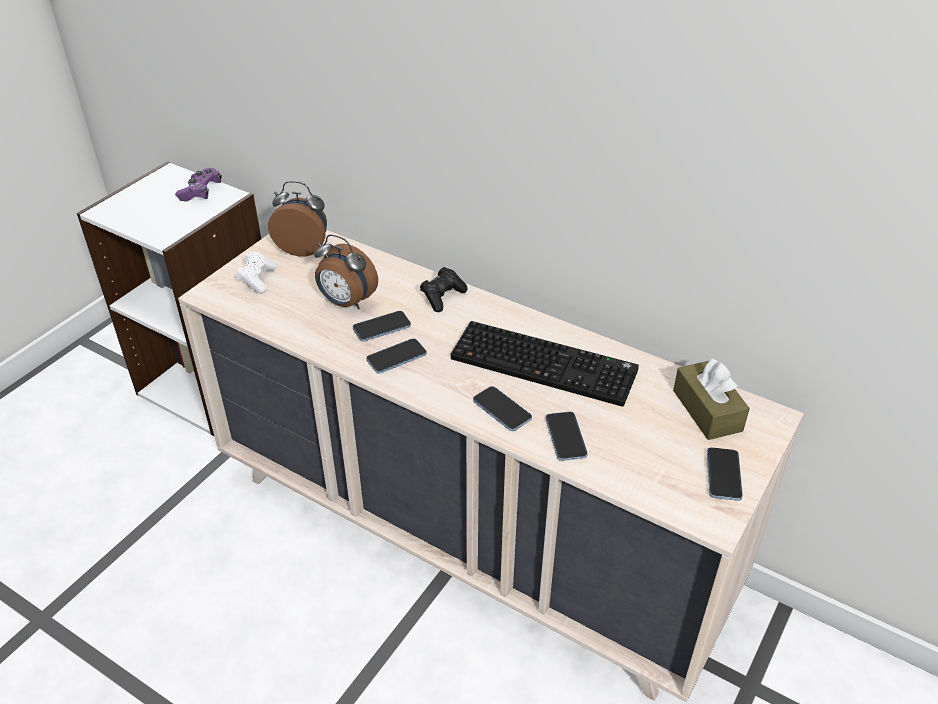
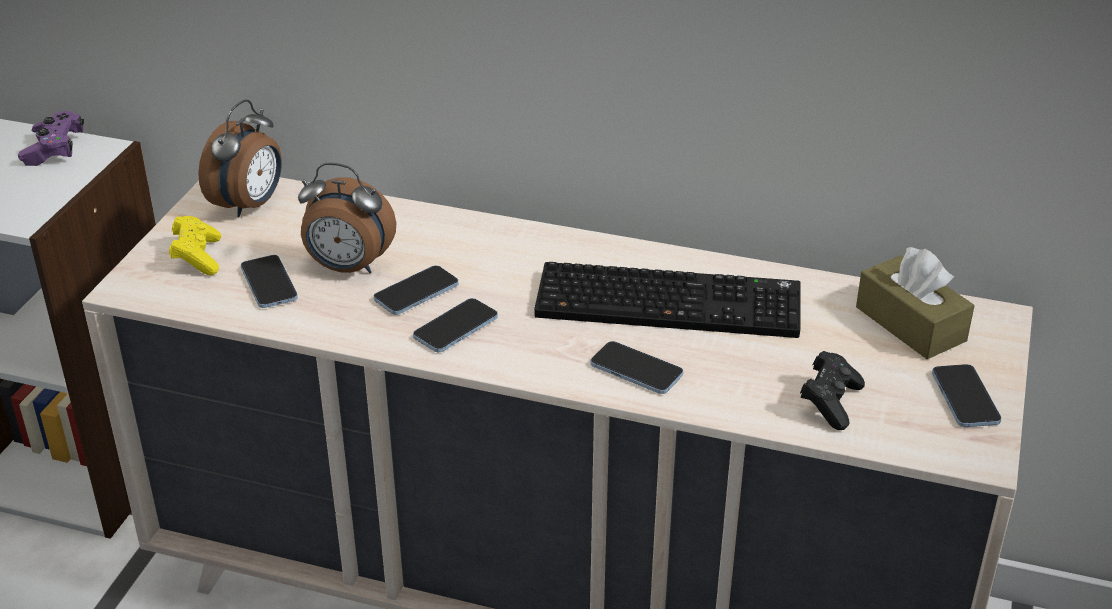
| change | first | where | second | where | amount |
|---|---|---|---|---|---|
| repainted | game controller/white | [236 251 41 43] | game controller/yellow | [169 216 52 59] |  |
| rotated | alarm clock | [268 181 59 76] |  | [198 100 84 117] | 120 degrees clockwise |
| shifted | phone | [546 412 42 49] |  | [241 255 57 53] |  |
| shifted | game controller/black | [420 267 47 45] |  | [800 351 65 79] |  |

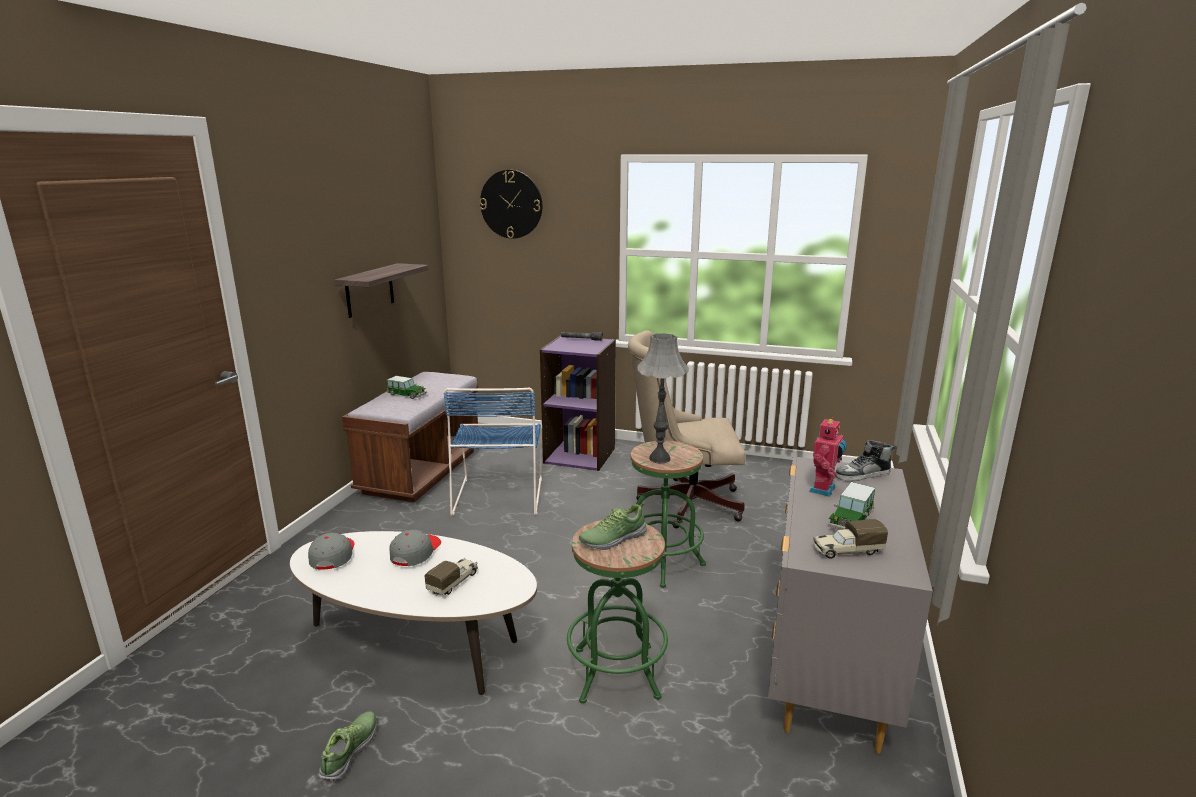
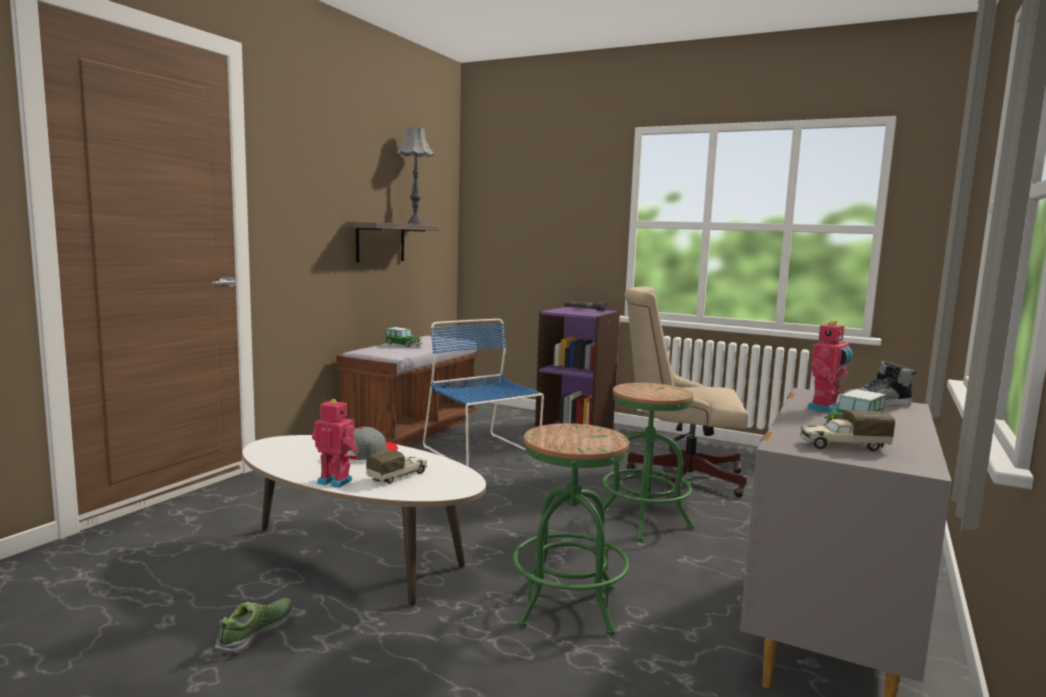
| change | first | where | second | where | amount |
|---|---|---|---|---|---|
| new |  |  | toy robot | [312 399 47 89] |  |
| shifted | table lamp/grey | [637 333 52 131] |  | [397 127 37 98] |  |
| rotated | chair/blue | [444 388 98 128] |  | [423 319 121 148] | 135 degrees clockwise |
| gone | cap/grey | [308 533 46 36] |  |  |  |
| gone | wall clock | [480 170 62 69] |  |  |  |
| gone | shoe | [579 503 68 47] |  |  |  |

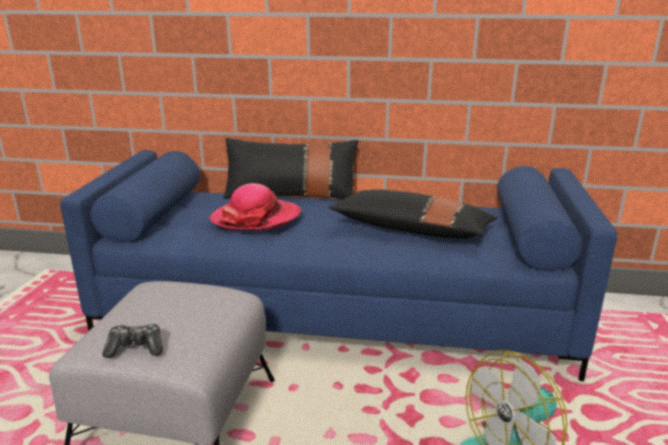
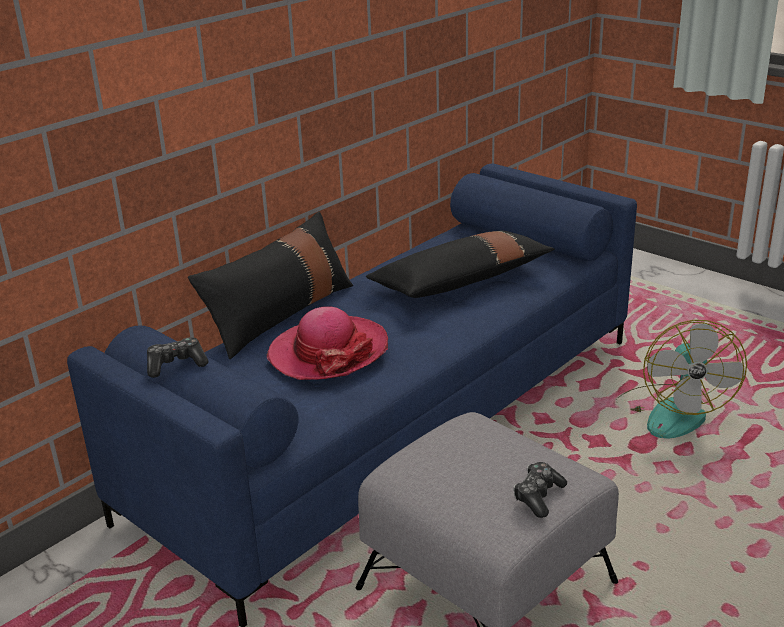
| change | first | where | second | where | amount |
|---|---|---|---|---|---|
| new |  |  | game controller | [147 337 62 41] |  |

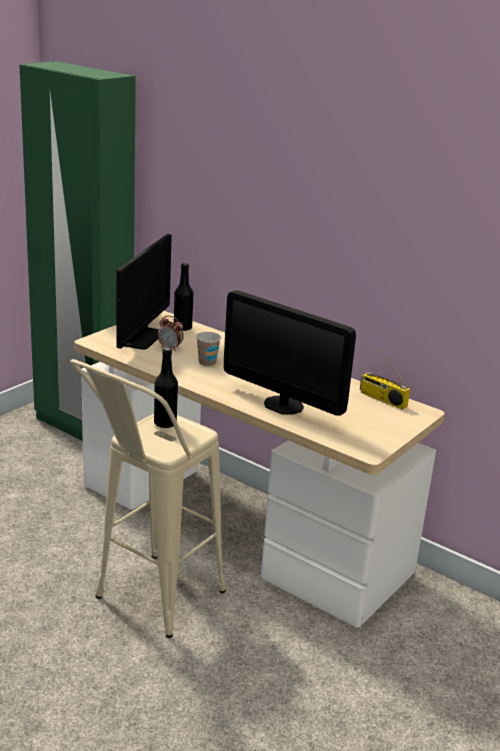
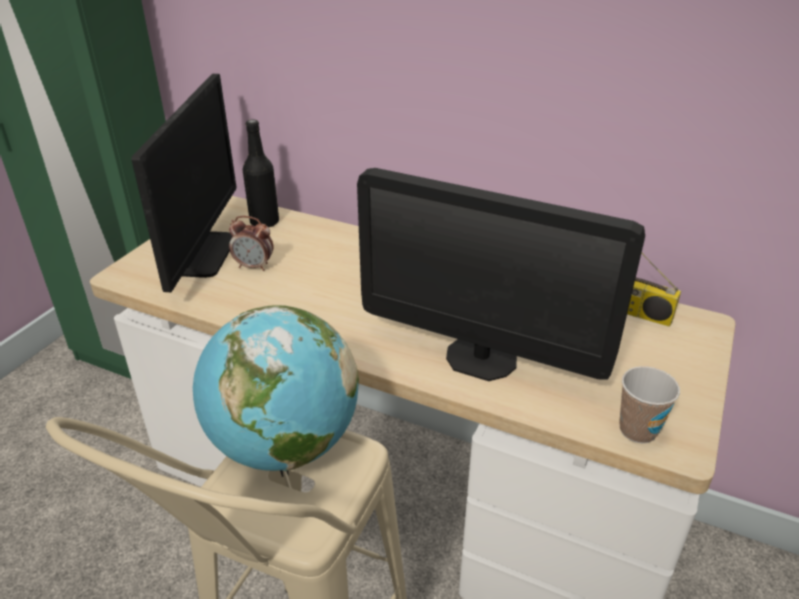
| change | first | where | second | where | amount |
|---|---|---|---|---|---|
| swapped | bottle/black | [154 347 24 81] | globe | [193 305 166 166] |  |
| shifted | cup | [196 332 25 34] |  | [619 366 61 77] |  |

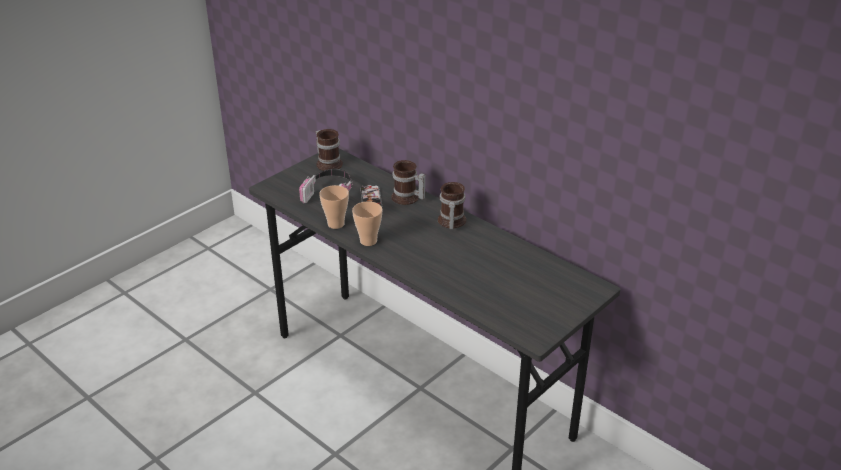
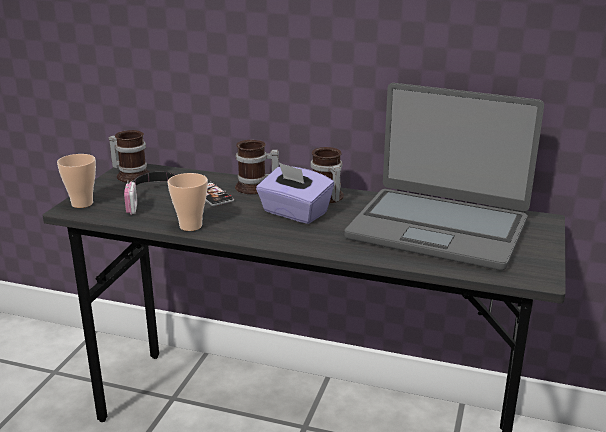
| change | first | where | second | where | amount |
|---|---|---|---|---|---|
| shifted | cup | [352 201 31 45] |  | [57 154 39 54] |  |
| new |  |  | tissue box/purple | [256 163 78 61] |  |
| new |  |  | laptop | [344 83 200 188] |  |

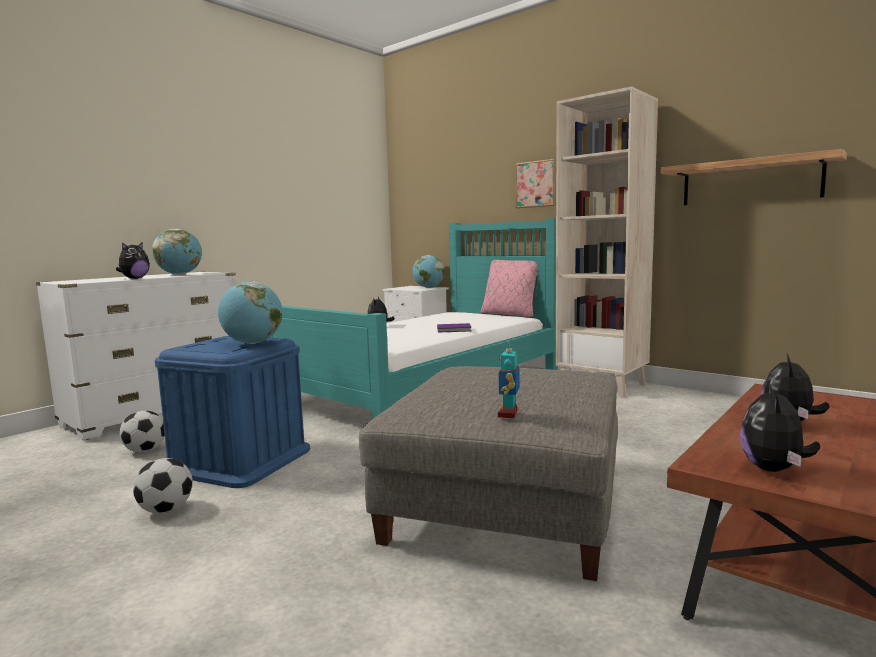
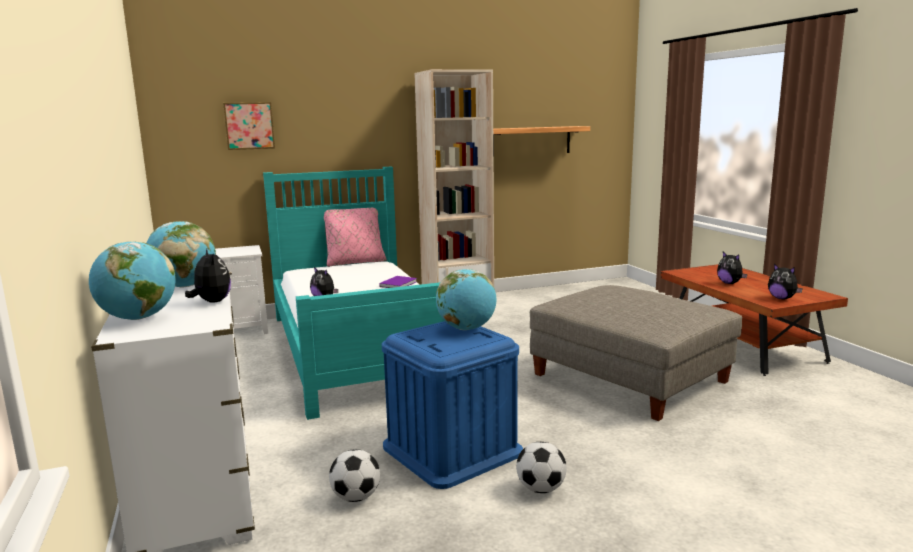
| change | first | where | second | where | amount |
|---|---|---|---|---|---|
| shifted | globe | [412 255 33 33] |  | [89 241 86 79] |  |
| shifted | picture | [515 159 41 49] |  | [223 102 52 48] |  |
| gone | toy robot | [498 342 21 76] |  |  |  |

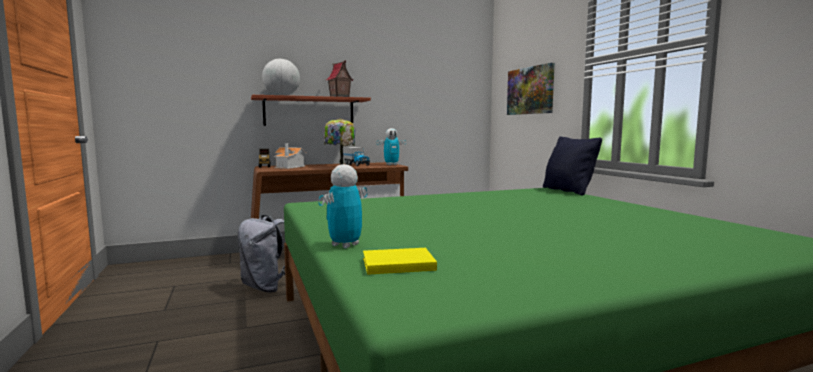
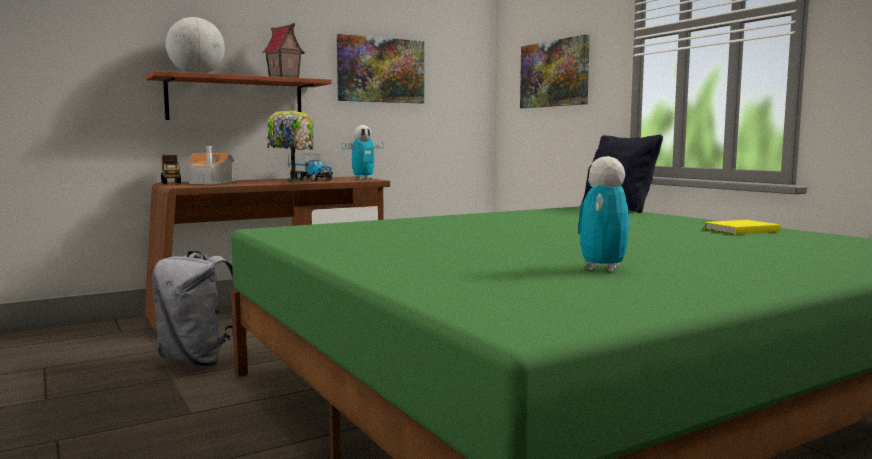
| change | first | where | second | where | amount |
|---|---|---|---|---|---|
| new |  |  | picture | [337 34 87 69] |  |
| shifted | toy robot | [318 164 49 84] |  | [578 156 51 116] |  |
| shifted | book/yellow | [363 248 74 27] |  | [704 220 77 15] |  |

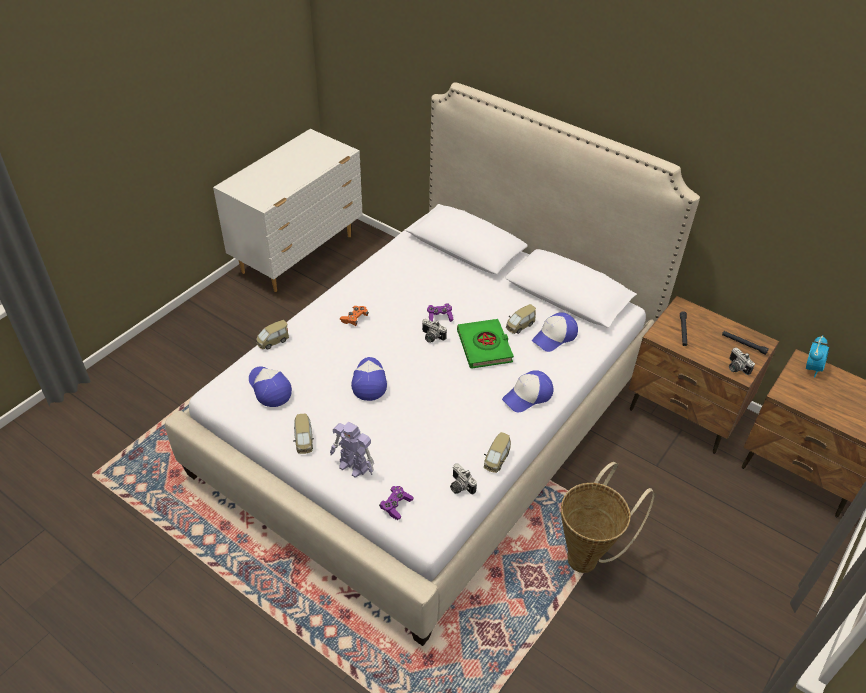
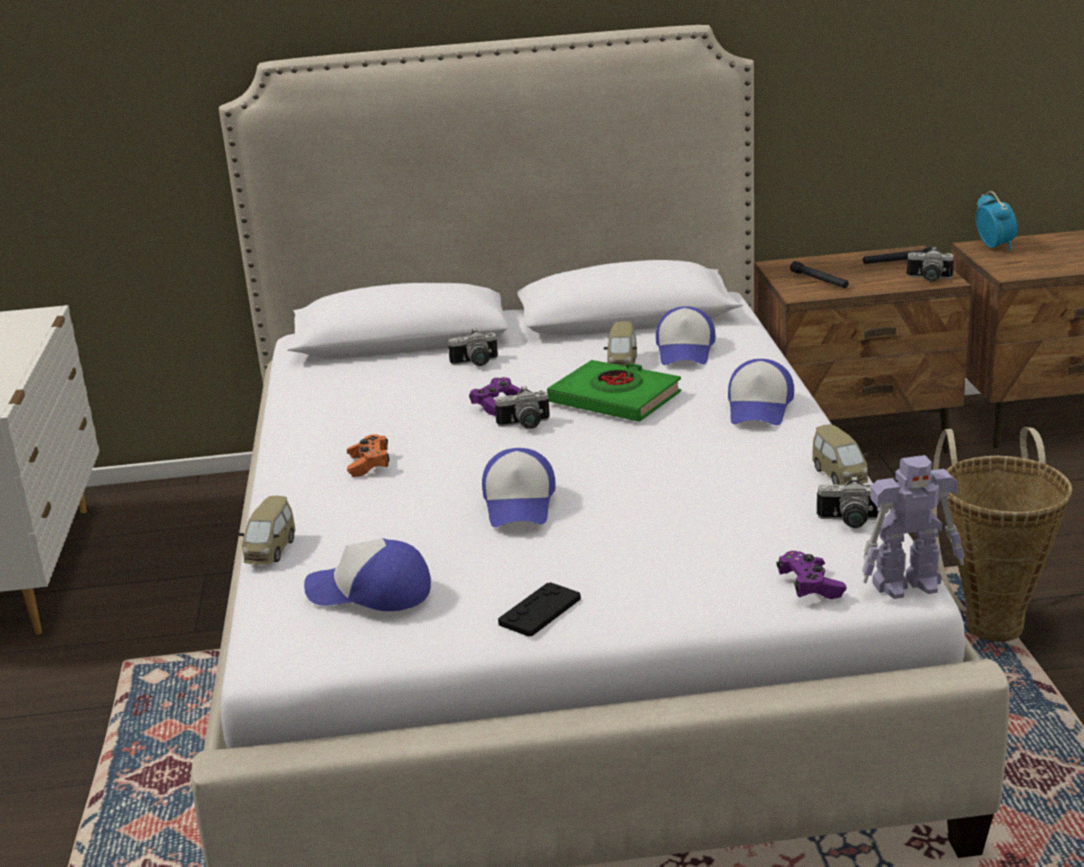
| change | first | where | second | where | amount |
|---|---|---|---|---|---|
| new |  |  | photo camera | [448 328 50 38] |  |
| rotated | cap | [351 357 36 44] |  | [482 448 73 79] | 135 degrees counterclockwise |
| swapped | toy car | [293 414 21 40] | game controller/black | [498 582 83 55] |  |
| shifted | toy robot | [330 422 44 56] |  | [862 455 102 144] |  |

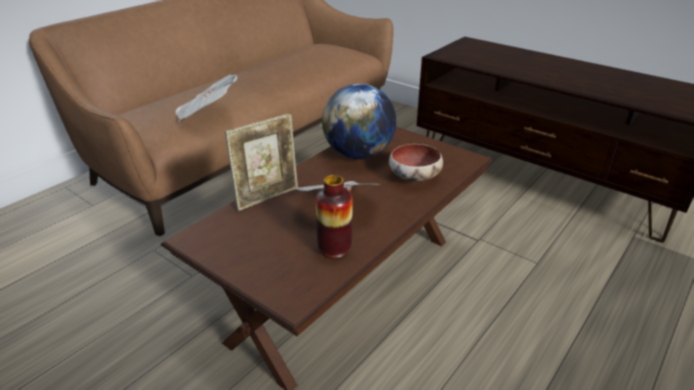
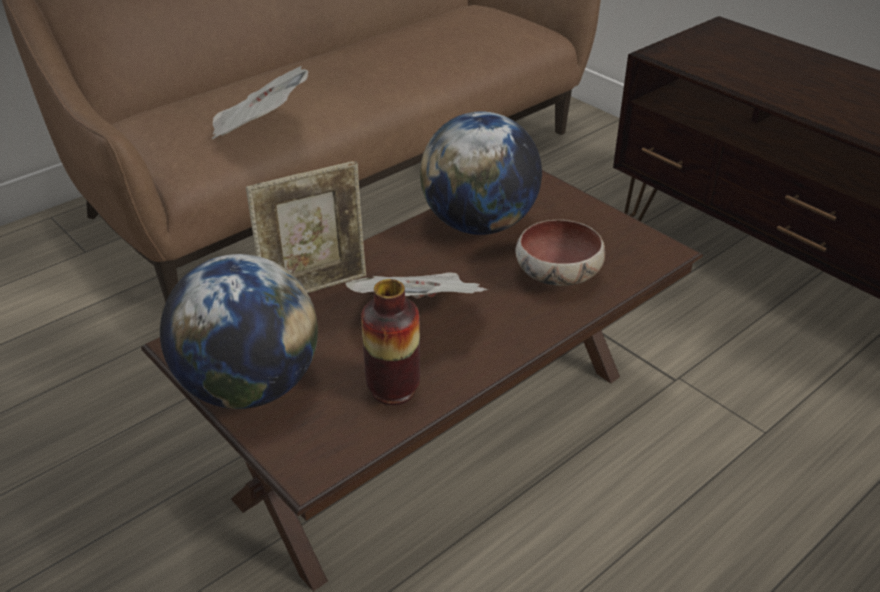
| change | first | where | second | where | amount |
|---|---|---|---|---|---|
| new |  |  | globe | [160 254 158 155] |  |

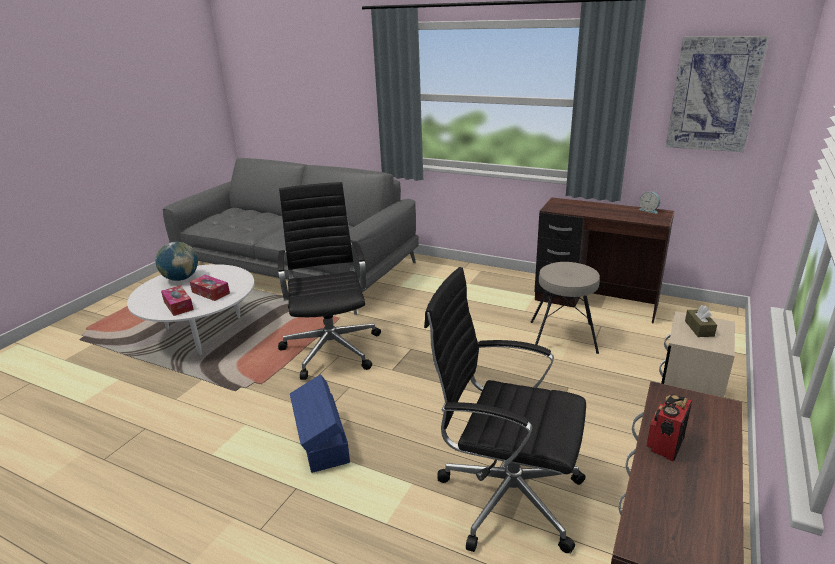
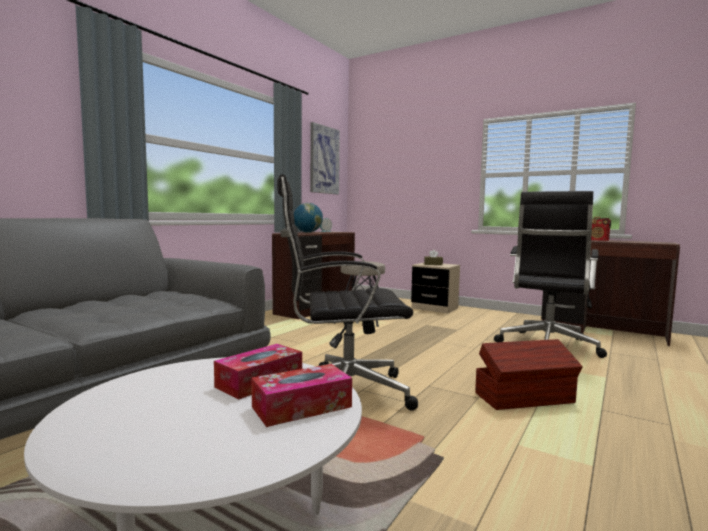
| change | first | where | second | where | amount |
|---|---|---|---|---|---|
| shifted | globe | [156 242 42 39] |  | [294 203 29 30] |  |
| repainted | storage box/blue | [290 374 60 99] | storage box/brown | [475 339 108 71] |  |

